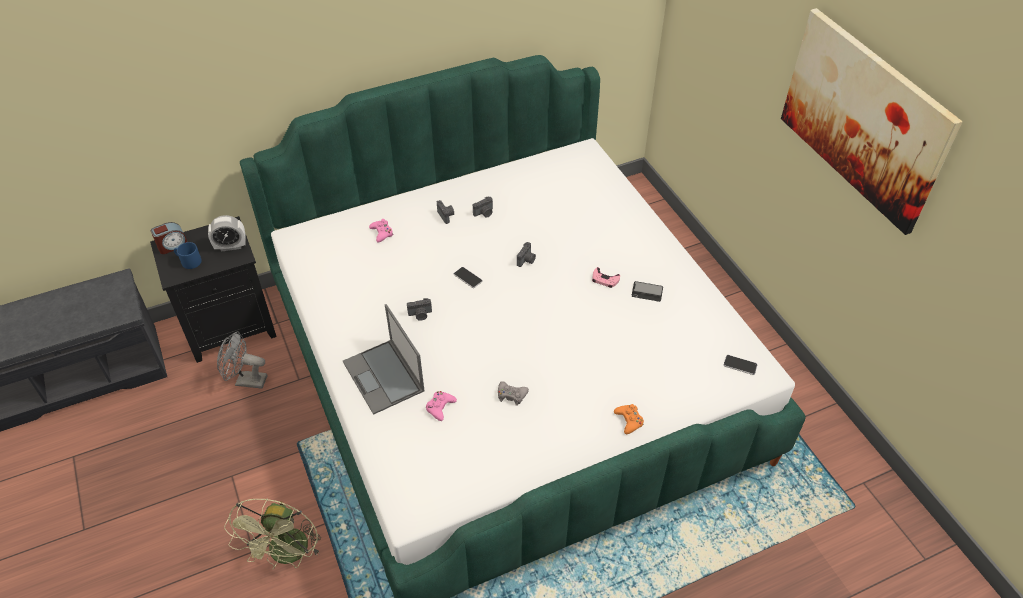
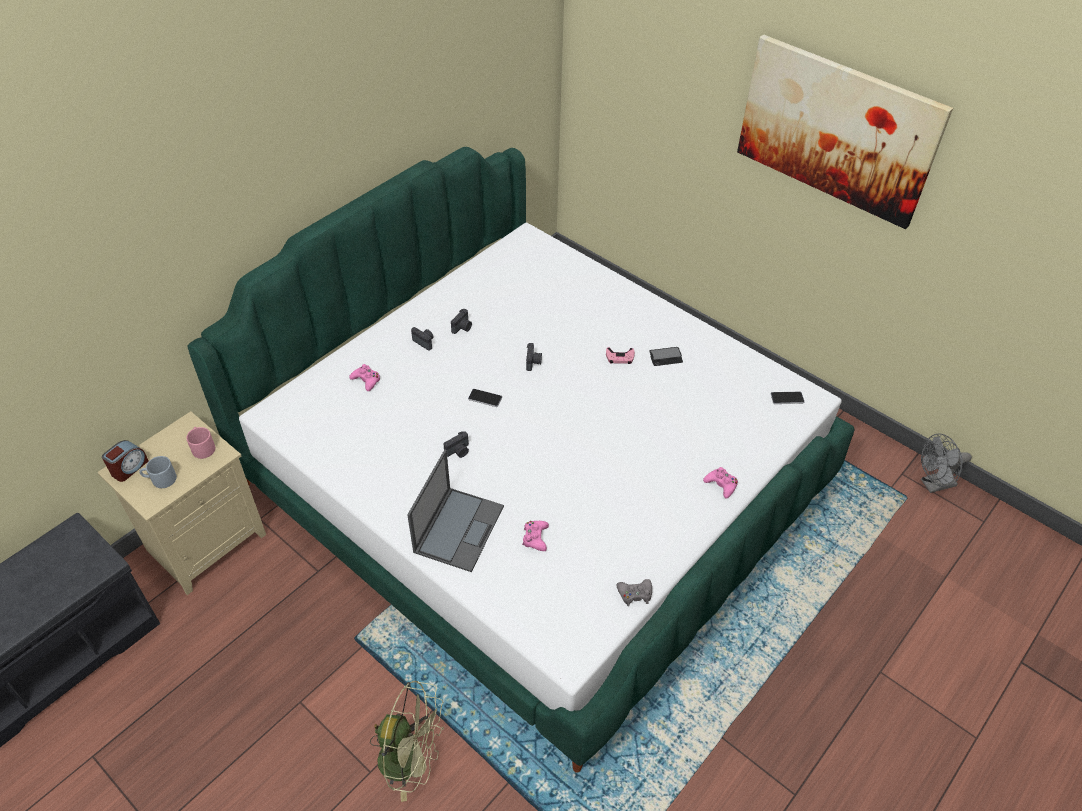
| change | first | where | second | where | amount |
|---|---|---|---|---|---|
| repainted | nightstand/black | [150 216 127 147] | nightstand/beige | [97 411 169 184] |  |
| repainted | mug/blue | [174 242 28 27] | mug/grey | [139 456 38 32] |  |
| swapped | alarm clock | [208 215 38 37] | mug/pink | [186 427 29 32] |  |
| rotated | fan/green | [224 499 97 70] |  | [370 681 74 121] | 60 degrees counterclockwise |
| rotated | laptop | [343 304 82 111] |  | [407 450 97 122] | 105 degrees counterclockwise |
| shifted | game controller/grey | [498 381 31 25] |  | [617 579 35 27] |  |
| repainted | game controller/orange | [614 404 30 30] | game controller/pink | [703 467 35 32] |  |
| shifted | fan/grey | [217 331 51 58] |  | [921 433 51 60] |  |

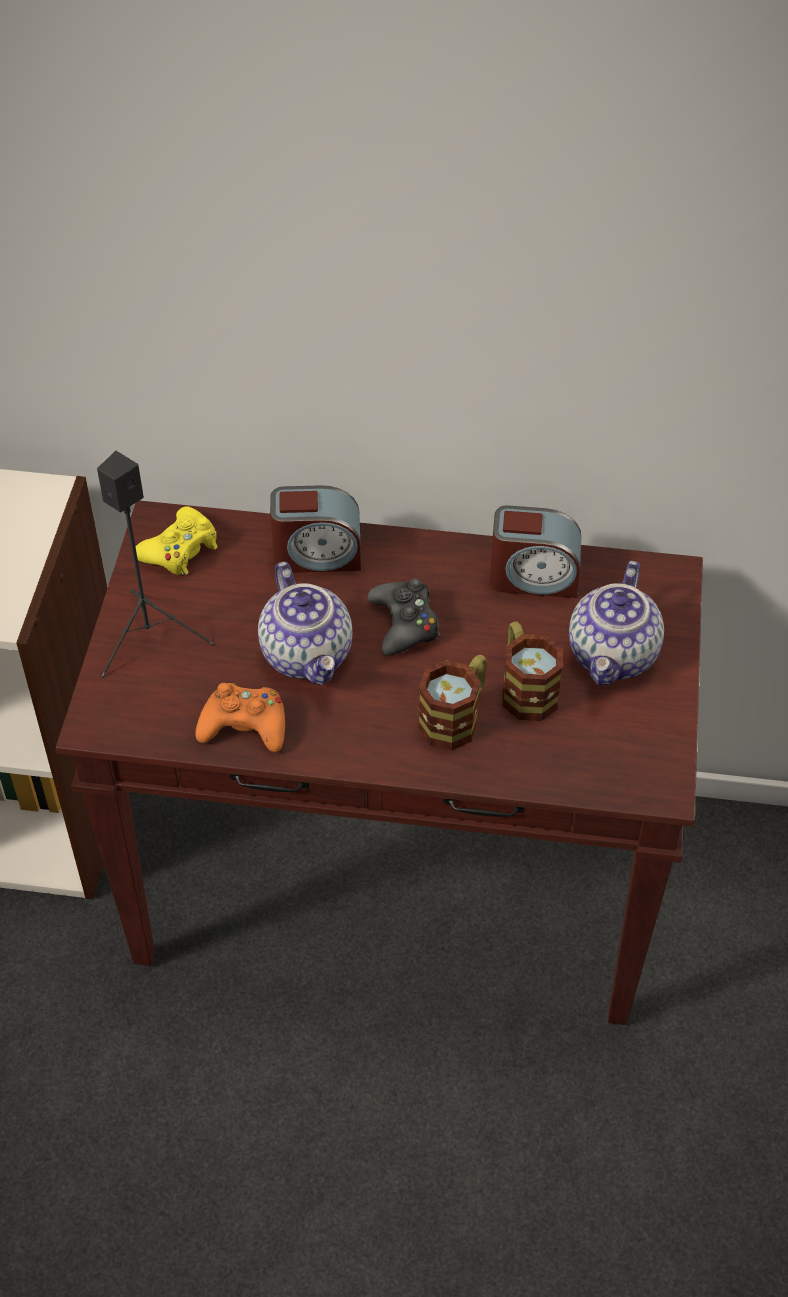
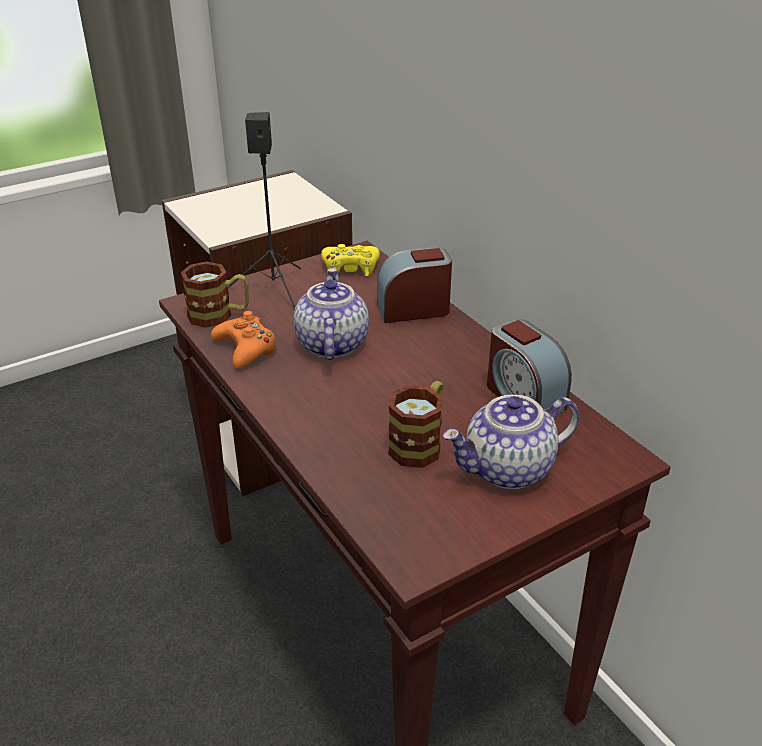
| change | first | where | second | where | amount |
|---|---|---|---|---|---|
| shifted | mug | [418 654 69 96] |  | [181 262 68 66] |  |
| rotated | teapot | [258 562 95 123] |  | [294 268 75 92] | 150 degrees clockwise |
| rotated | alarm clock | [270 485 91 88] |  | [377 247 75 76] | 120 degrees clockwise |
| gone | game controller/black | [368 578 72 78] |  |  |  |

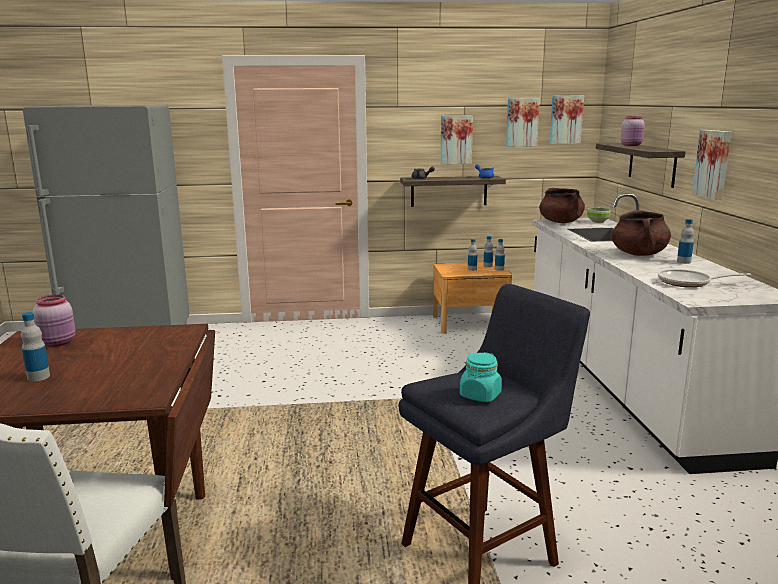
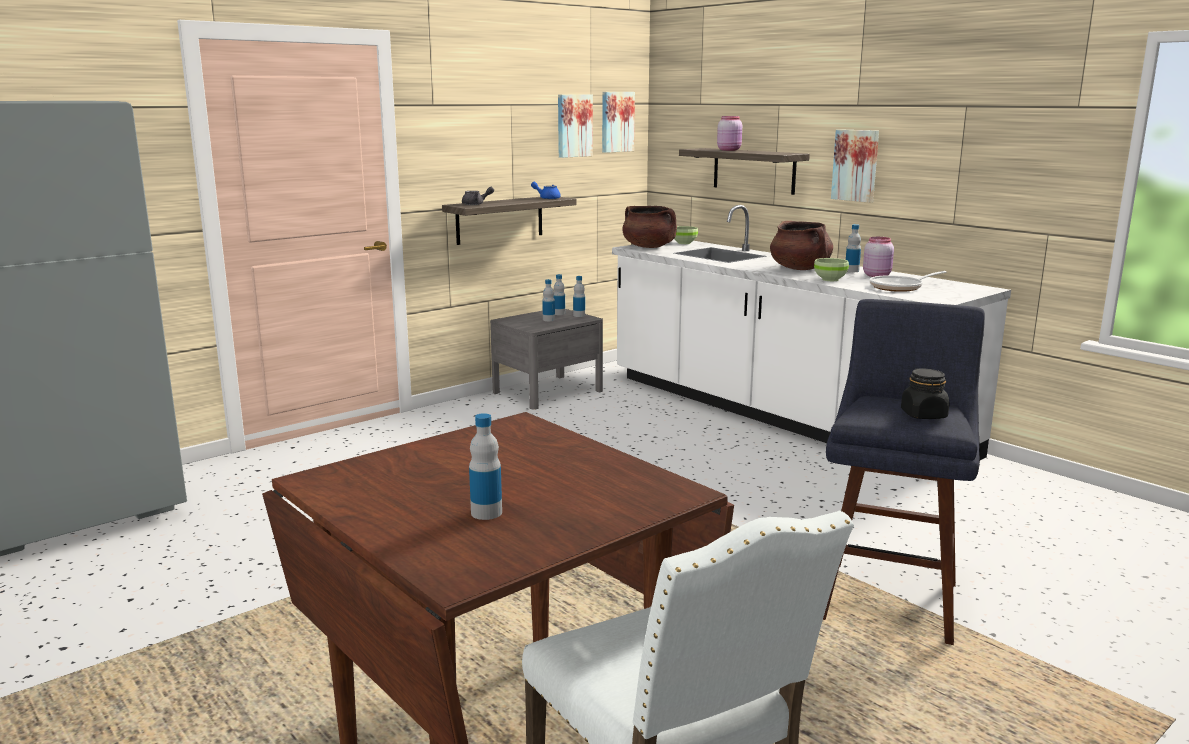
| change | first | where | second | where | amount |
|---|---|---|---|---|---|
| repainted | nightstand/brown | [433 262 79 72] | nightstand/grey | [490 309 113 101] |  |
| new |  |  | bowl/green | [814 258 35 23] |  |
| shifted | jar/pink | [33 295 43 52] |  | [863 237 31 40] |  |
| repainted | jar/turquoise | [460 352 42 50] | jar/black | [901 368 48 51] |  |
| gone | picture | [440 115 33 49] |  |  |  |

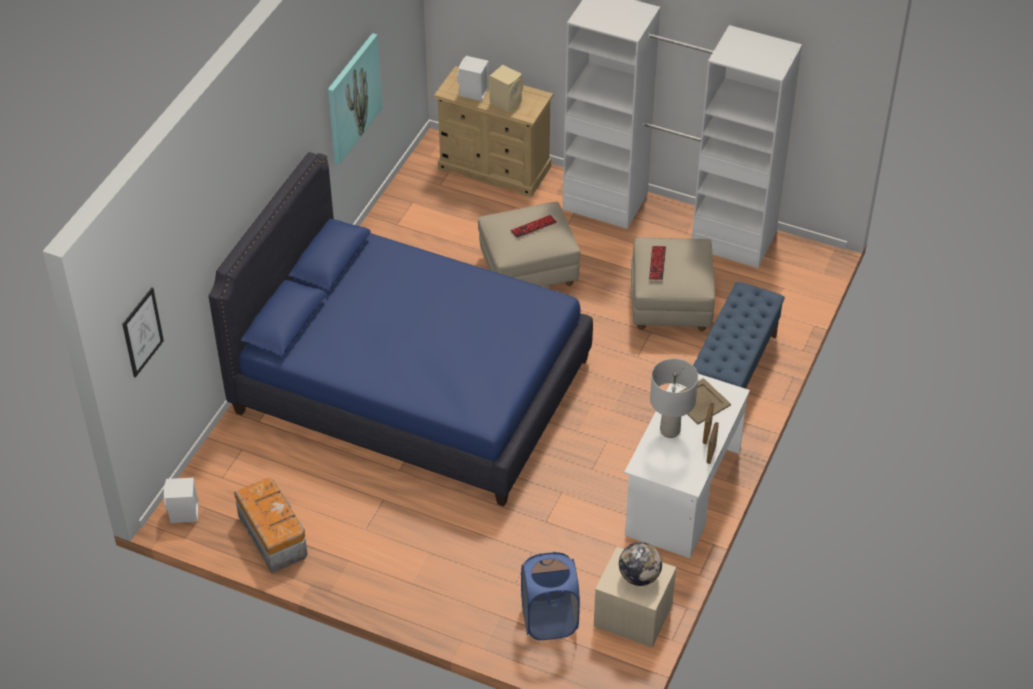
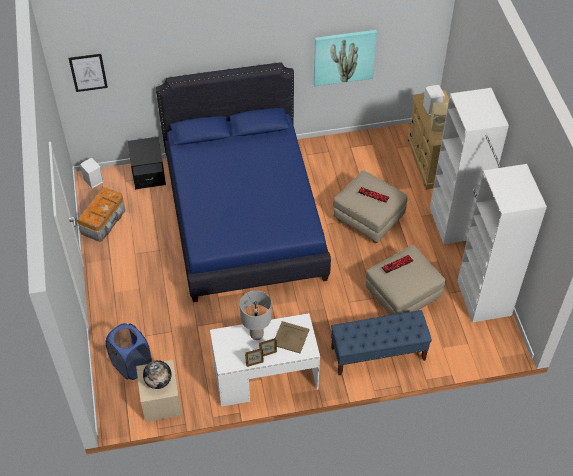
| change | first | where | second | where | amount |
|---|---|---|---|---|---|
| new |  |  | nightstand/black | [128 137 38 53] |  |

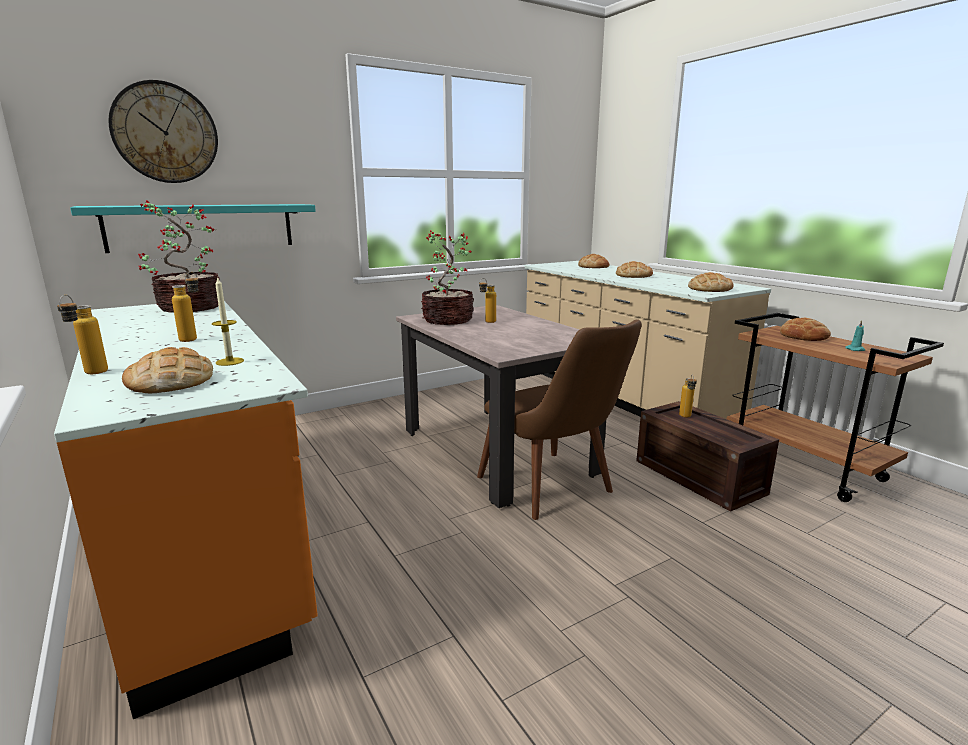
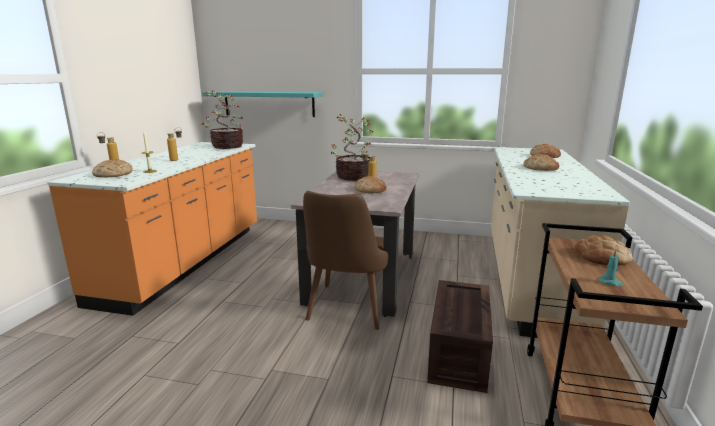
| change | first | where | second | where | amount |
|---|---|---|---|---|---|
| shifted | bread | [688 272 46 20] |  | [354 176 33 17] |  |
| gone | wall clock | [108 80 110 103] |  |  |  |
| gone | bottle | [679 374 18 43] |  |  |  |

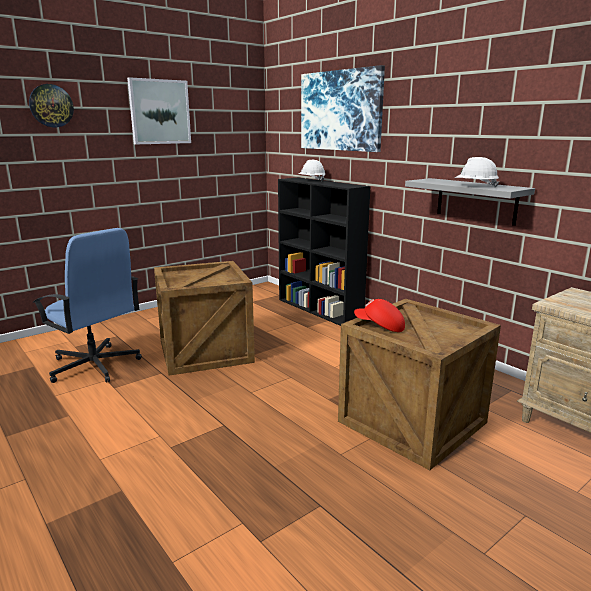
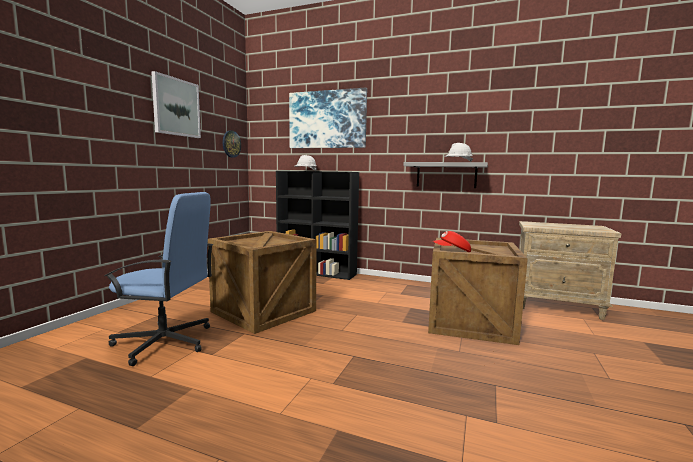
| change | first | where | second | where | amount |
|---|---|---|---|---|---|
| shifted | wall clock | [29 84 45 43] |  | [223 130 18 28] |  |

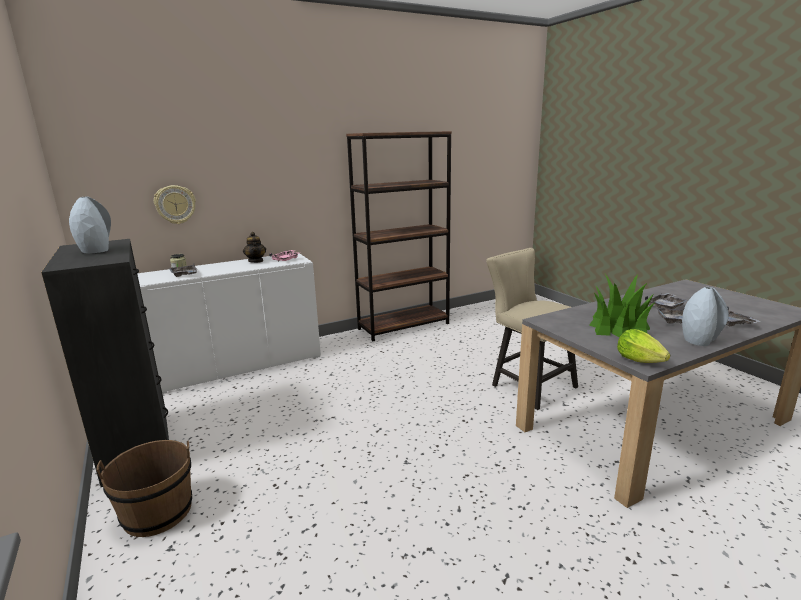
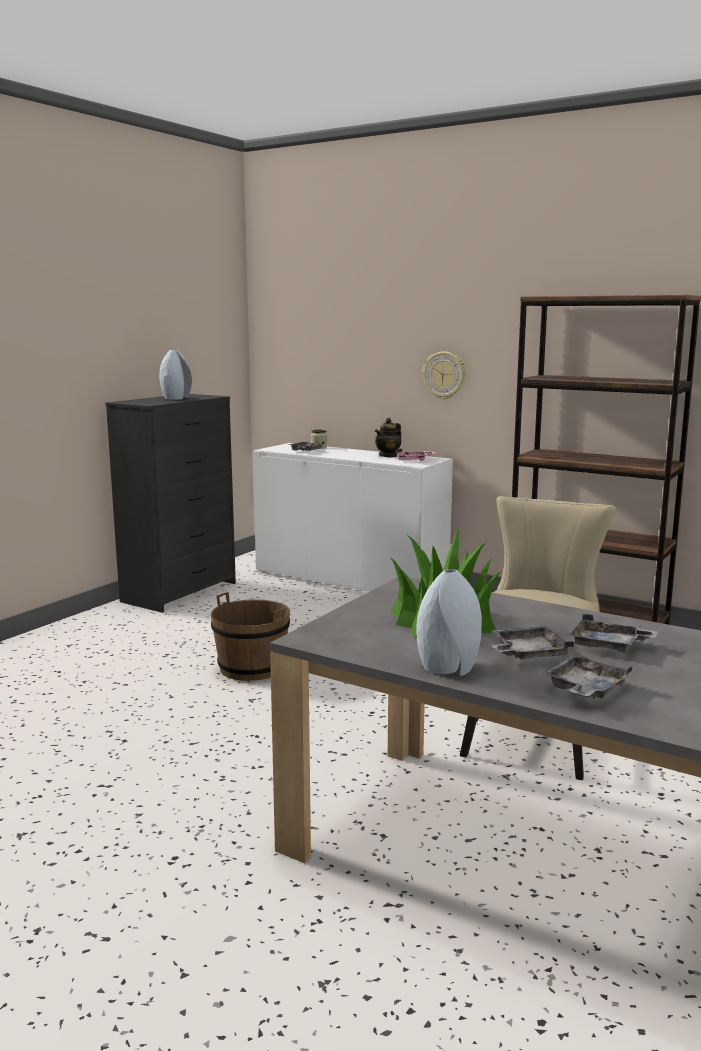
| change | first | where | second | where | amount |
|---|---|---|---|---|---|
| shifted | bucket/brown | [96 440 96 97] |  | [211 592 79 89] |  |
| shifted | wall clock | [154 185 42 39] |  | [423 352 43 48] |  |
| gone | lettuce | [617 329 53 34] |  |  |  |

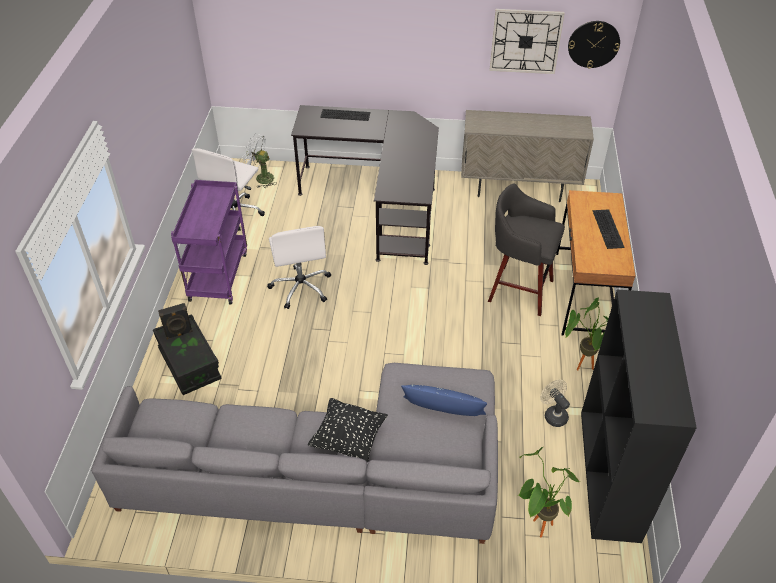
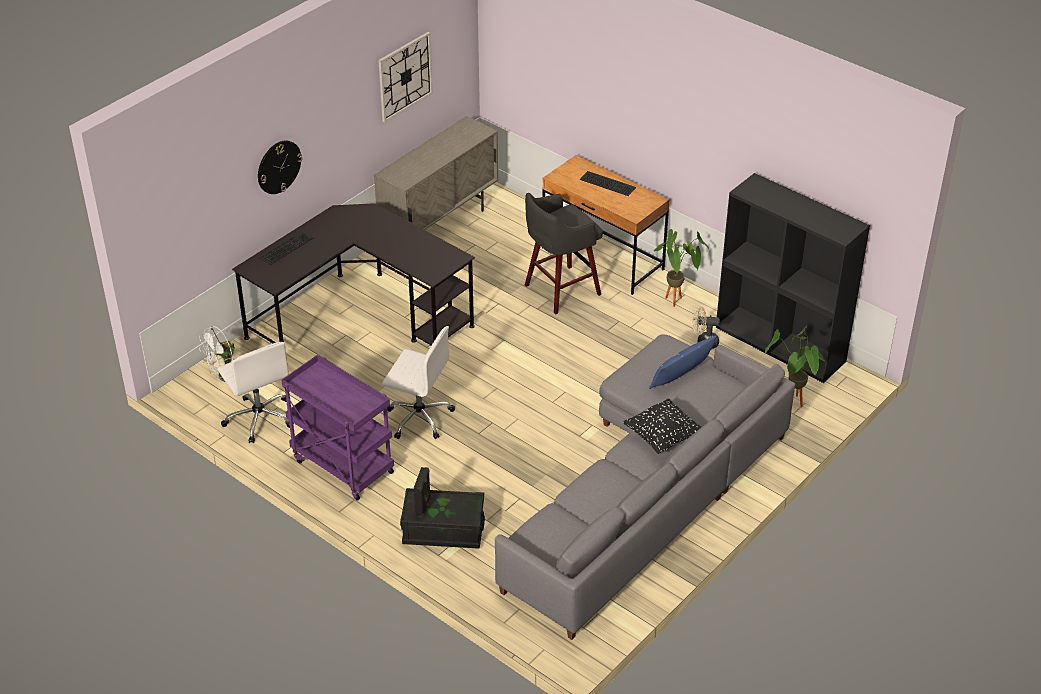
| change | first | where | second | where | amount |
|---|---|---|---|---|---|
| shifted | wall clock | [568 21 52 48] |  | [258 140 44 54] |  |

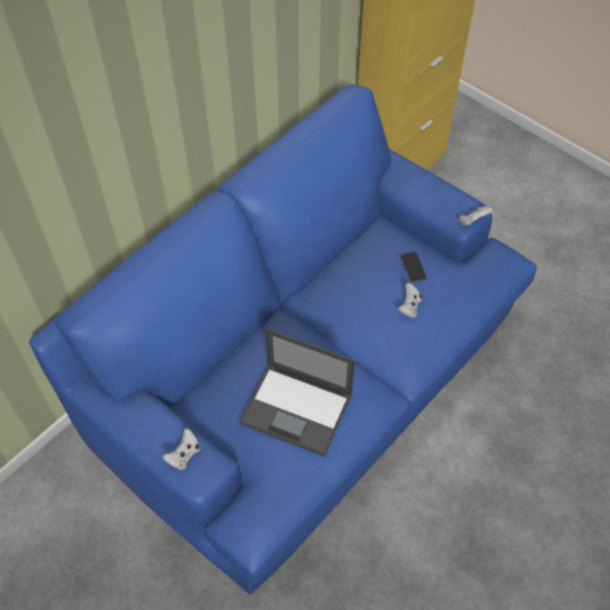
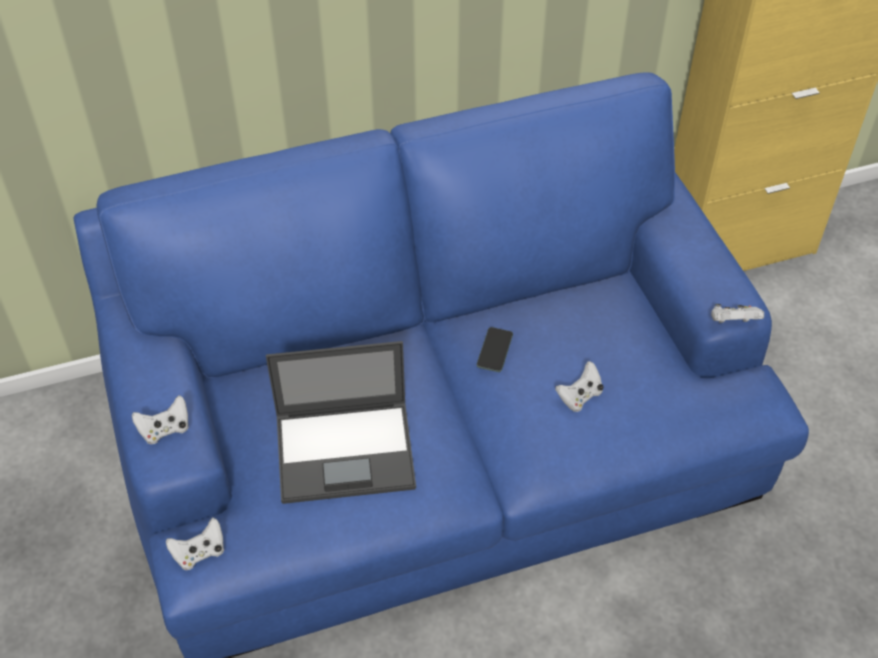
| change | first | where | second | where | amount |
|---|---|---|---|---|---|
| new |  |  | game controller/white | [166 517 58 53] |  |
| rotated | laptop | [239 328 116 129] |  | [266 341 150 163] | 60 degrees counterclockwise |
| shifted | phone | [401 252 26 31] |  | [477 327 36 45] |  |

